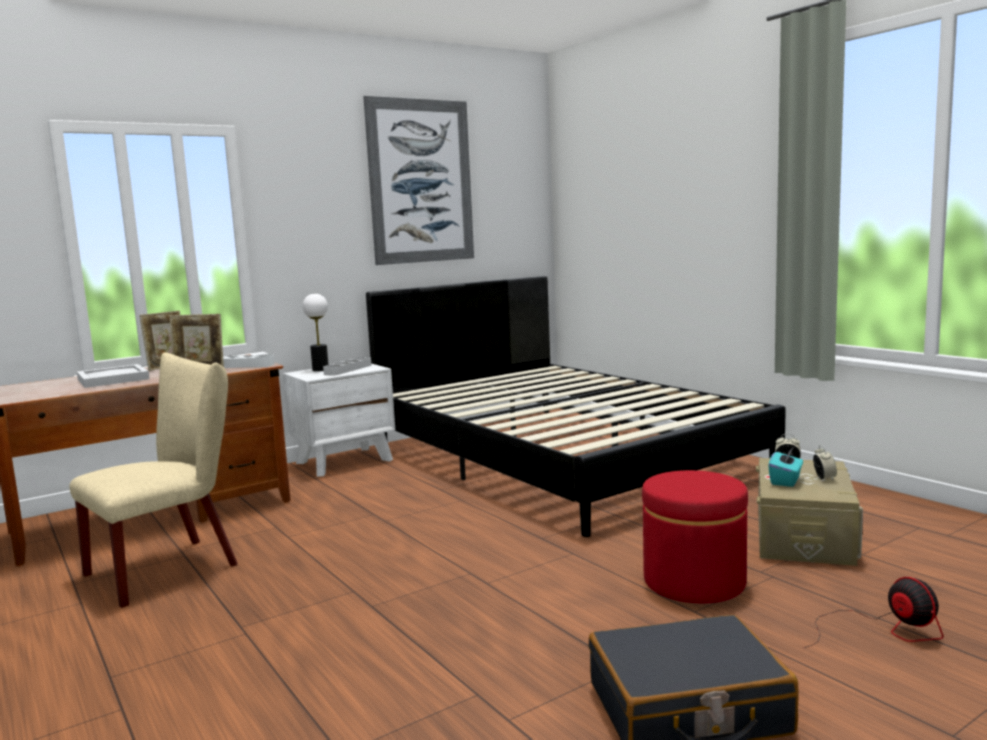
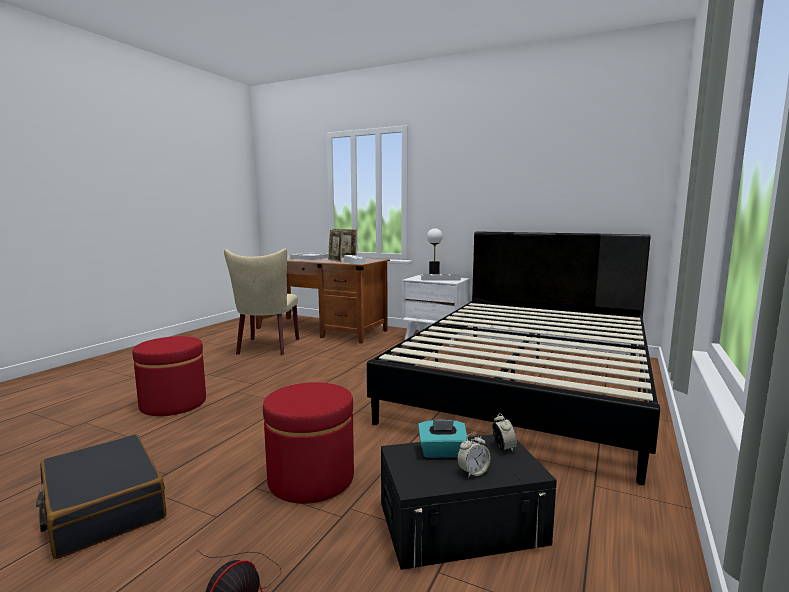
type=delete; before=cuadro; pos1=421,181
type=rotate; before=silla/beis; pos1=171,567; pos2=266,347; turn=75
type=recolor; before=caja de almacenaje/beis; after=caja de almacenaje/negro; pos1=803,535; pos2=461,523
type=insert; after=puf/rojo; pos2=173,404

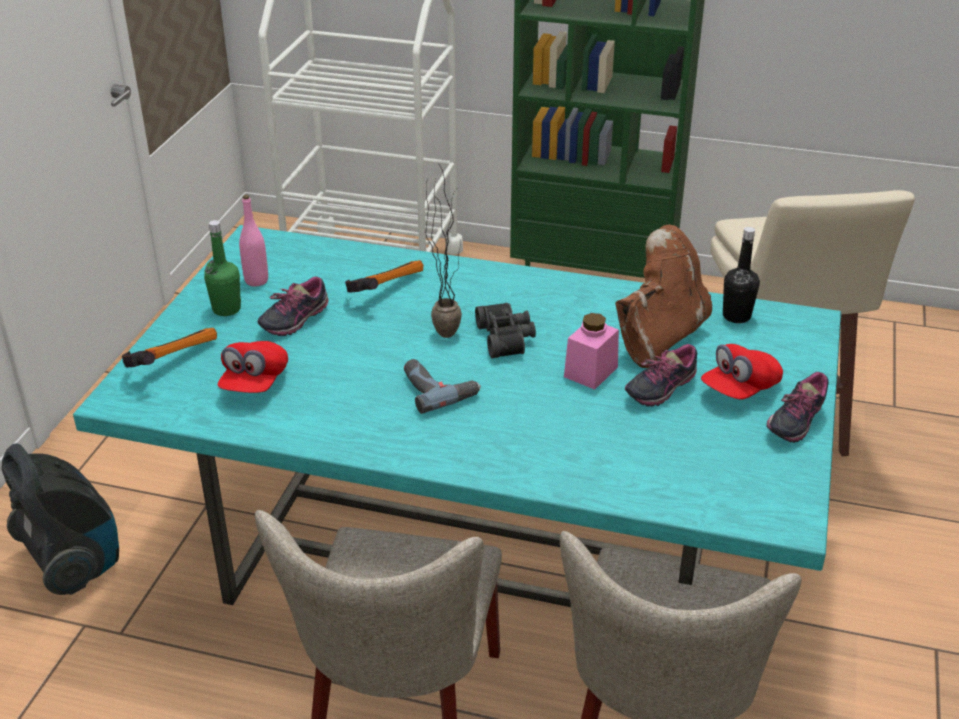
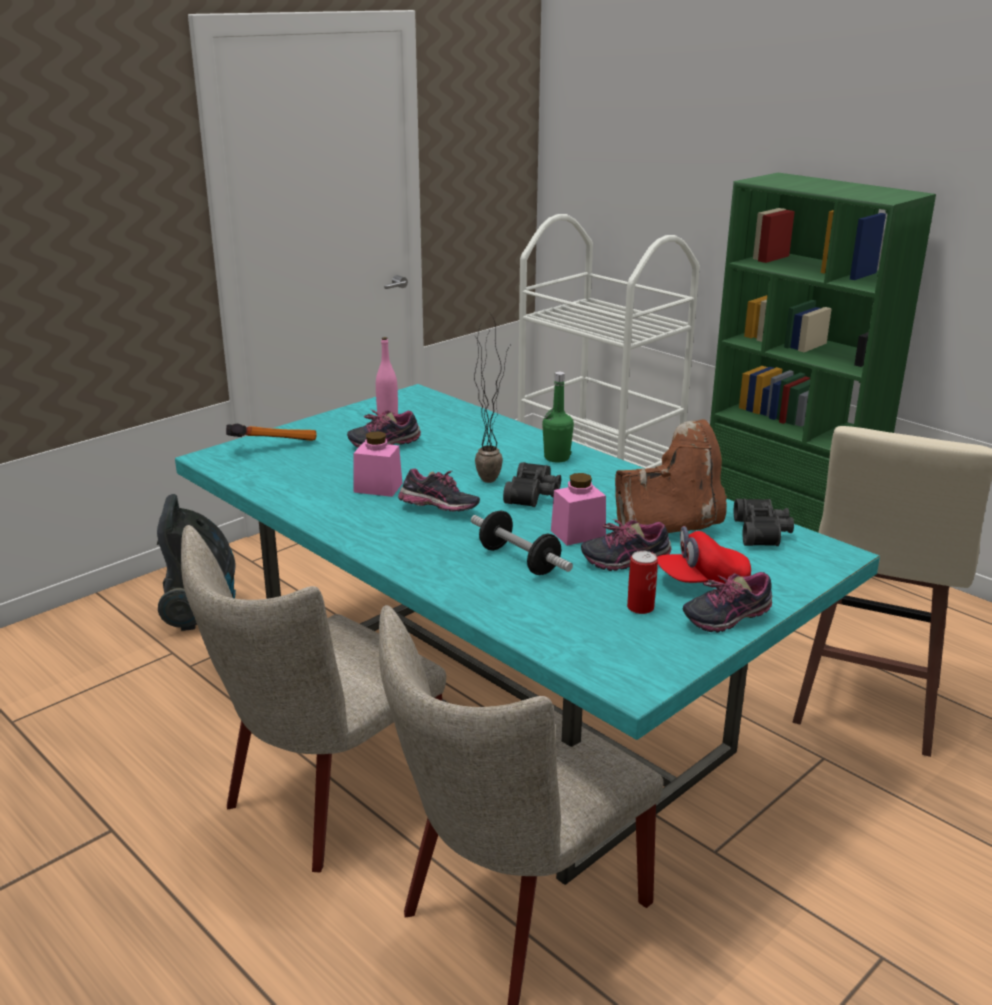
type=move; before=botella/verde; pos1=226,309; pos2=556,458
type=replace; before=botella/negro; after=prismáticos/negro; pos1=736,316; pos2=763,532
type=delete; before=martillo; pos1=383,289
type=delete; before=gorra/rojo; pos1=254,383
type=replace; before=taladro; after=zapato; pos1=438,389; pos2=439,510
type=insert; after=tarro/rosa; pos2=378,488
type=insert; after=mancuerna; pos2=519,560
type=insert; after=lata; pos2=640,607

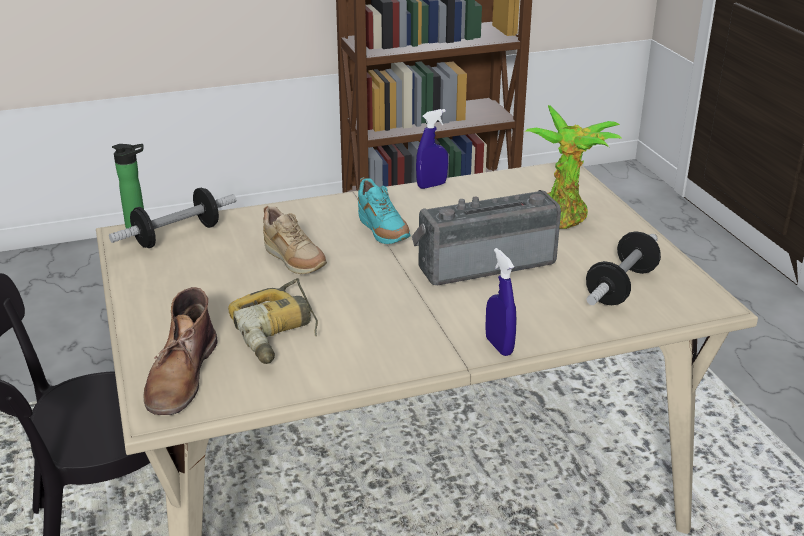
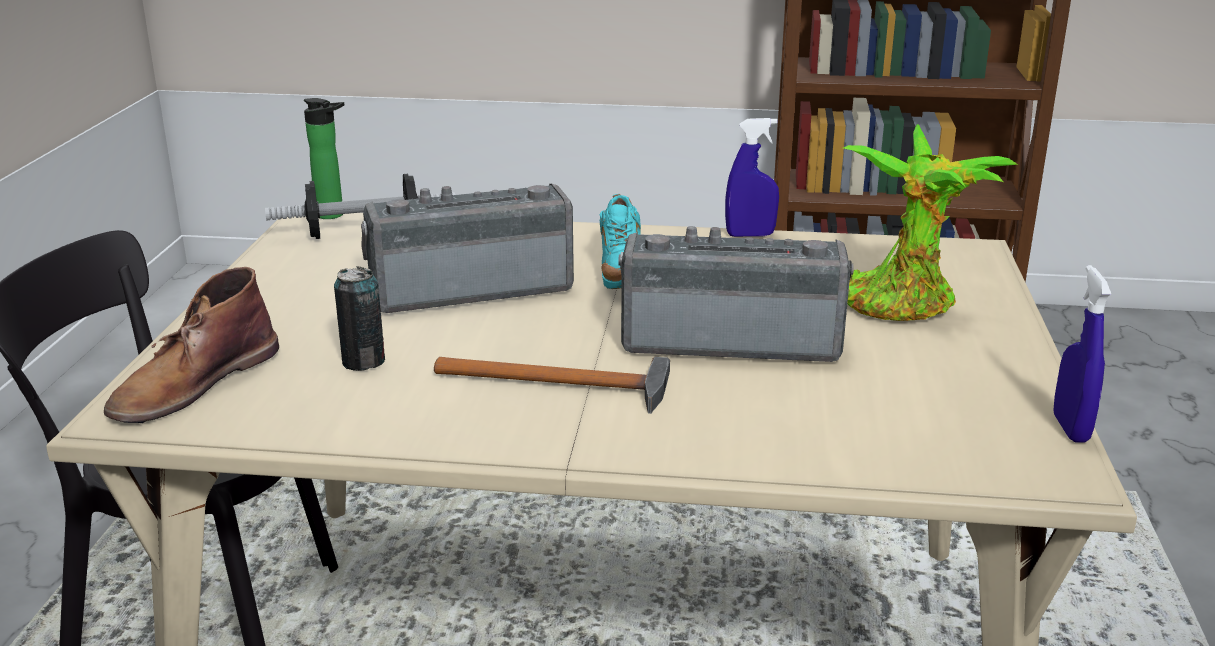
type=replace; before=zapato/beis; after=radio; pos1=294,262; pos2=471,288
type=delete; before=mancuerna; pos1=621,287
type=move; before=pulverizador/azul; pos1=499,346; pos2=1070,428
type=replace; before=taladro; after=lata; pos1=279,332; pos2=363,362
type=insert; after=martillo; pos2=562,384

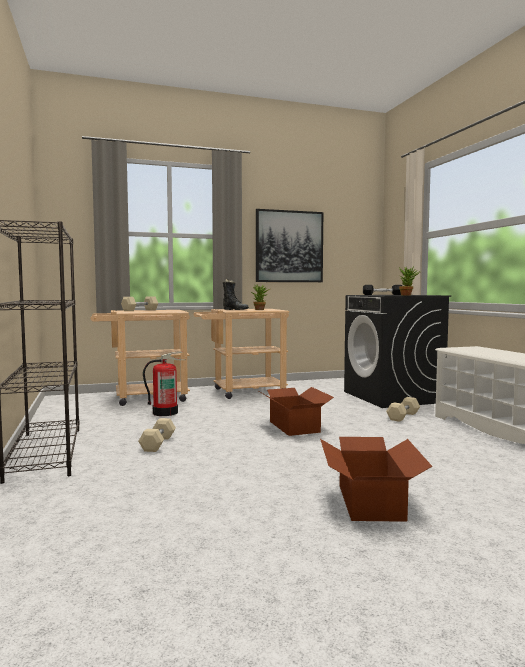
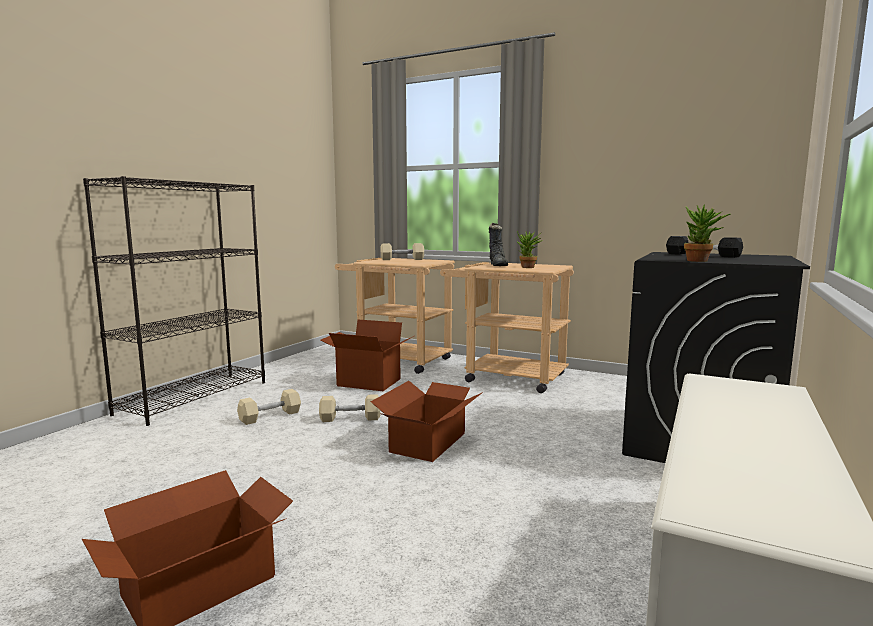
type=delete; before=cuadro; pos1=289,246
type=replace; before=extintor; after=caja de cartón; pos1=165,412; pos2=368,383
type=move; before=mancuerna/beis; pos1=403,416; pos2=350,418

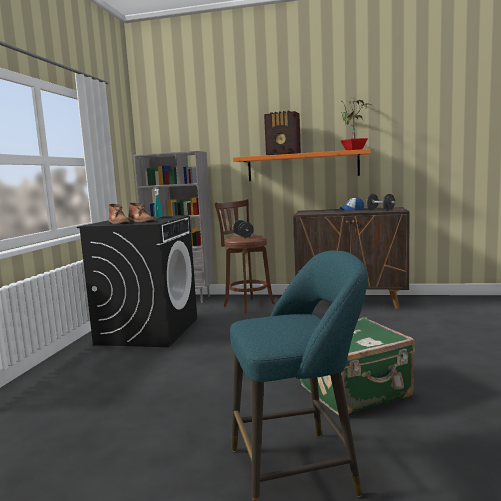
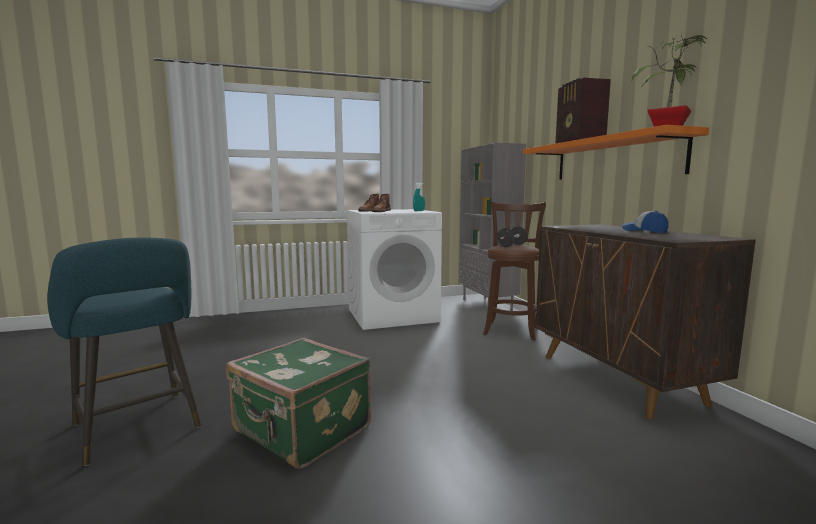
type=delete; before=mancuerna/negro; pos1=380,210
type=recolor; before=lavadora/negro; after=lavadora/blanco; pos1=148,331; pos2=393,315

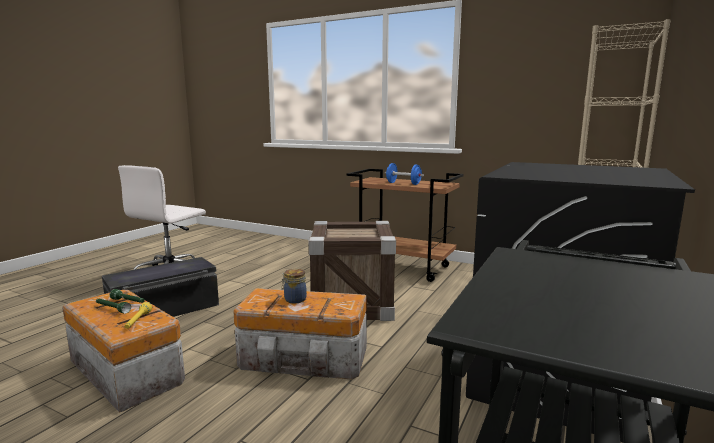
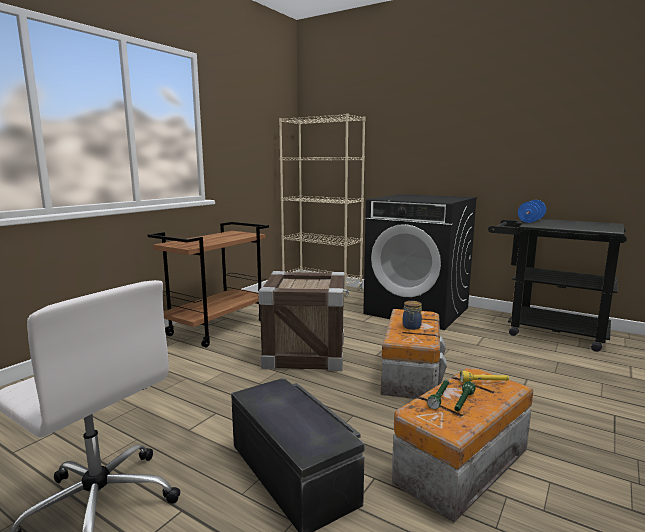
type=move; before=mancuerna/azul; pos1=403,183; pos2=531,221

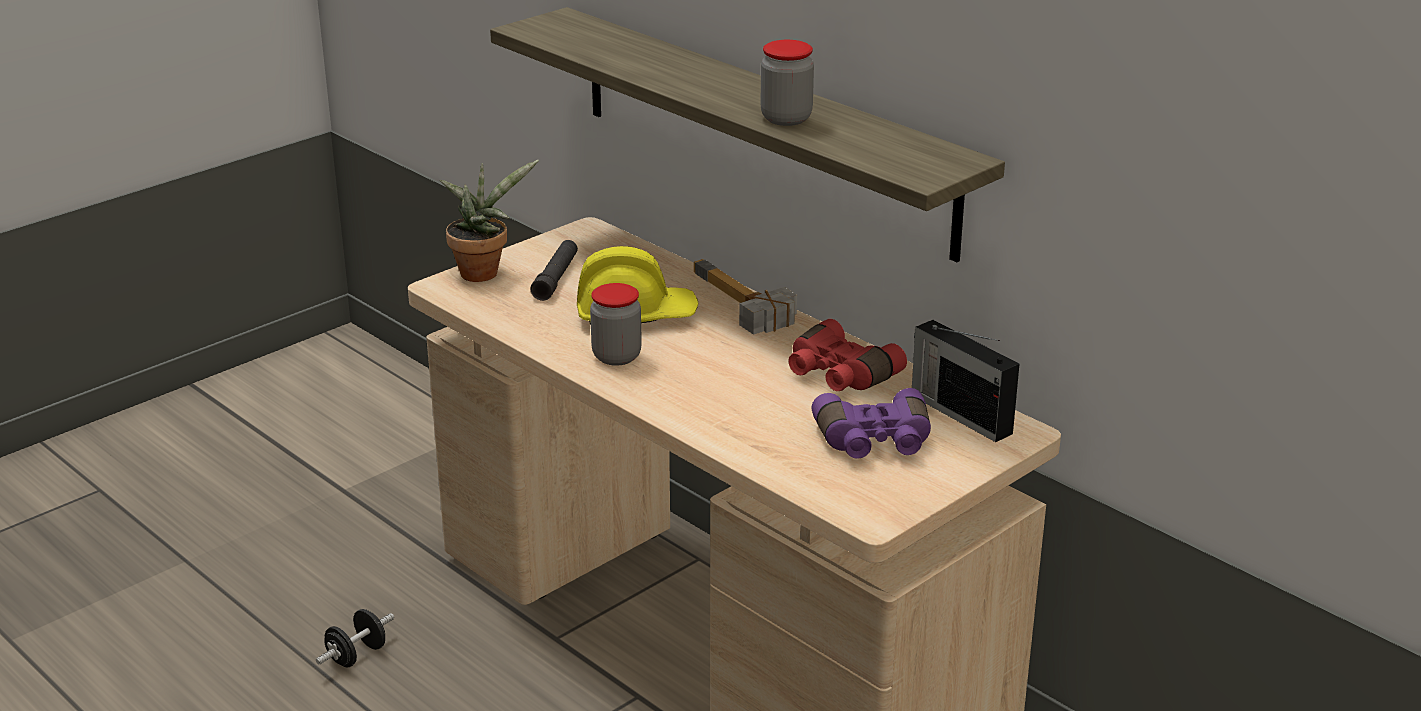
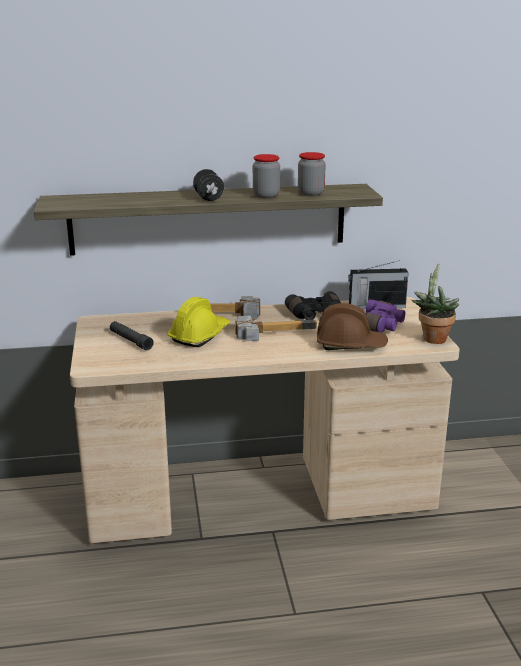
type=move; before=planta en maceta; pos1=483,271; pos2=432,338
type=move; before=tarro; pos1=616,356; pos2=311,193
type=recolor; before=prismáticos/rojo; after=prismáticos/negro; pos1=838,375; pos2=315,315
type=move; before=mancuerna/negro; pos1=357,655; pos2=208,198
type=insert; after=casco/marrón; pos2=350,345
type=insert; after=martillo; pos2=272,331

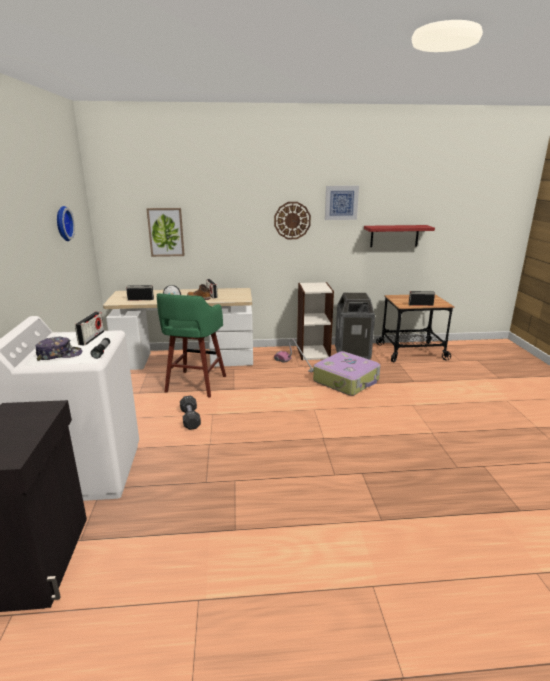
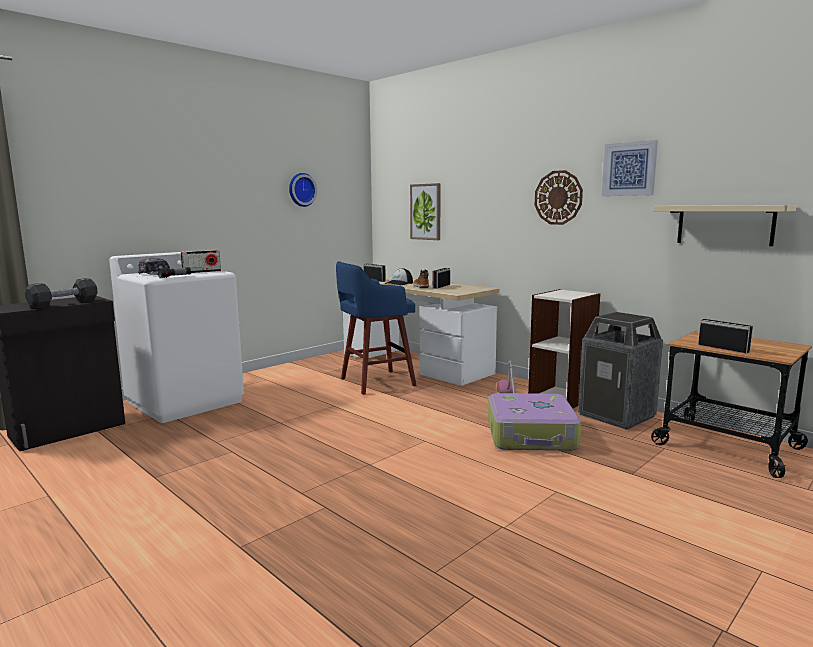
type=recolor; before=estante/rojo; after=estante/beis; pos1=394,236; pos2=725,224
type=recolor; before=taburete/verde; after=taburete/azul; pos1=195,385; pos2=375,382
type=move; before=mancuerna/negro; pos1=190,419; pos2=64,304

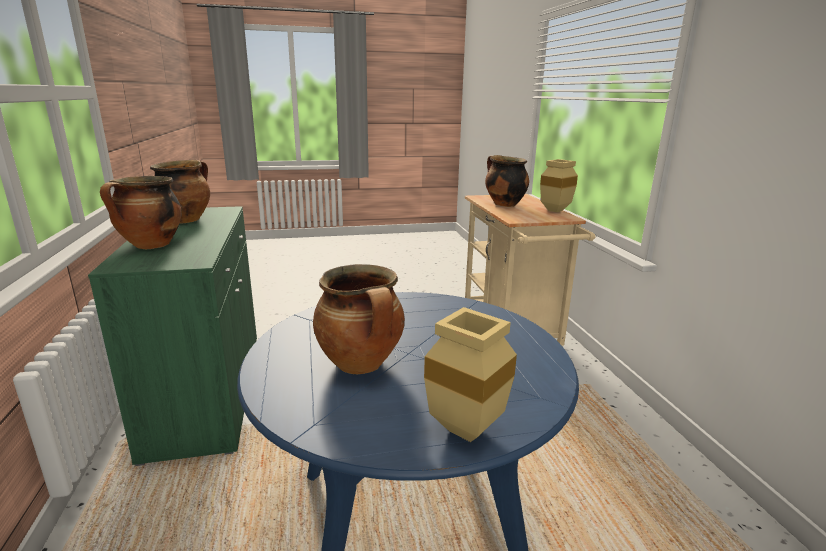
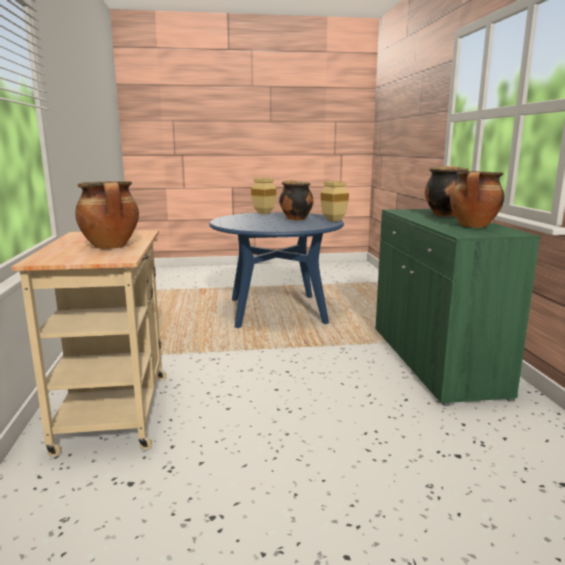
type=move; before=florero/beis; pos1=555,210; pos2=333,220

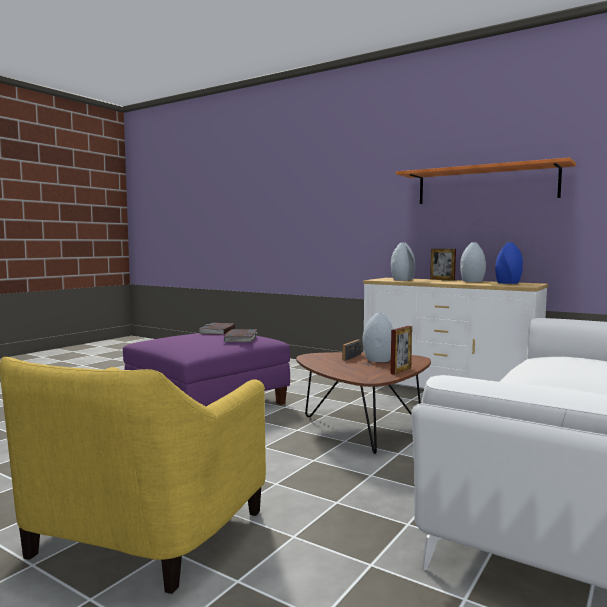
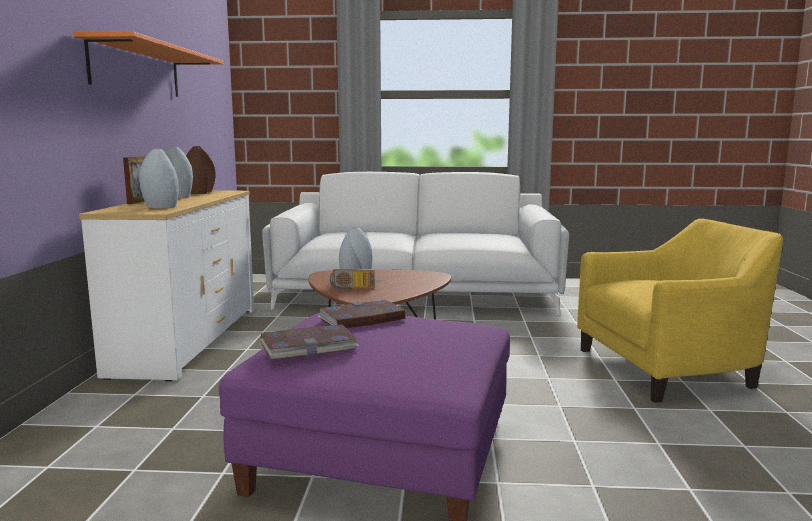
type=recolor; before=florero/azul; after=florero/marrón; pos1=508,283; pos2=200,193
type=delete; before=portarretratos; pos1=401,370

